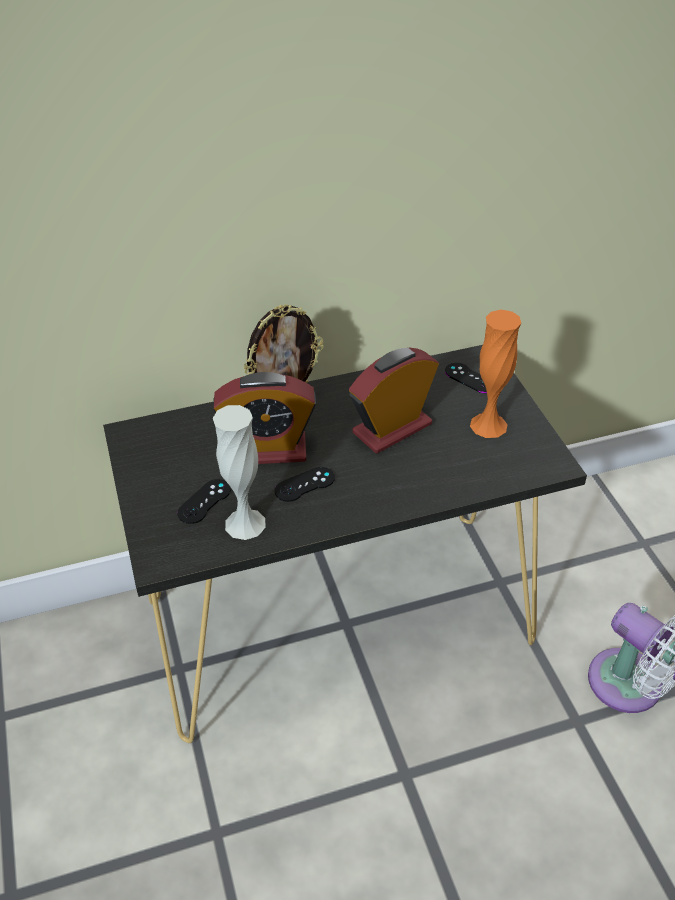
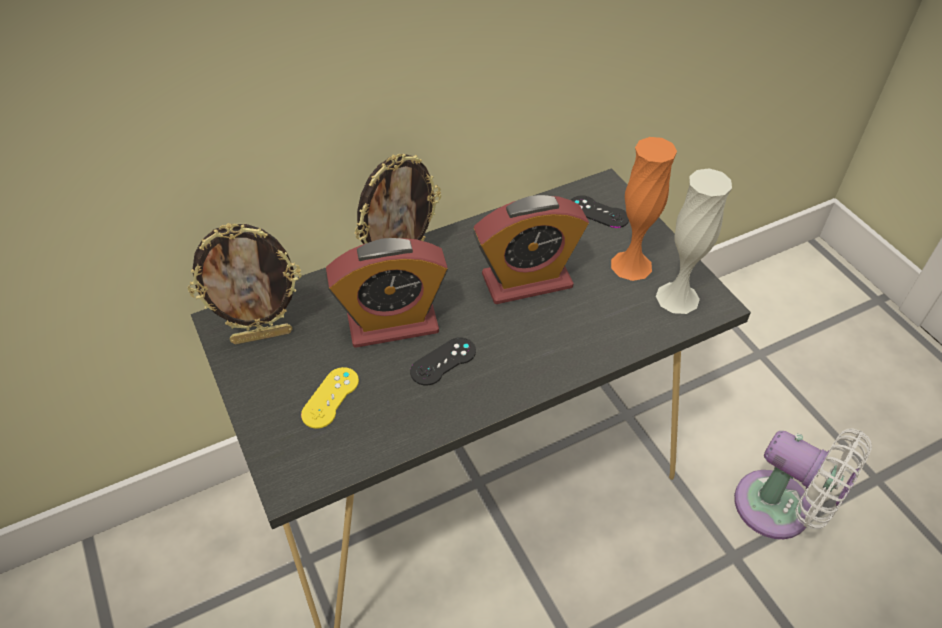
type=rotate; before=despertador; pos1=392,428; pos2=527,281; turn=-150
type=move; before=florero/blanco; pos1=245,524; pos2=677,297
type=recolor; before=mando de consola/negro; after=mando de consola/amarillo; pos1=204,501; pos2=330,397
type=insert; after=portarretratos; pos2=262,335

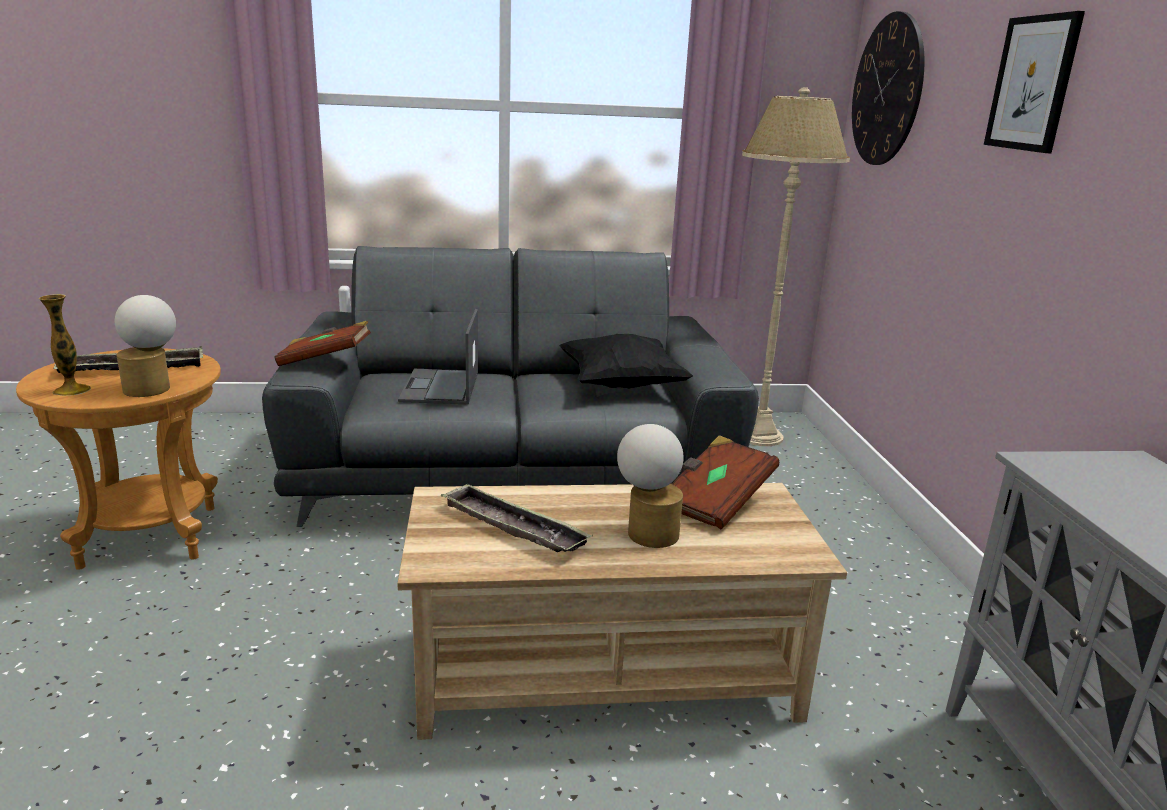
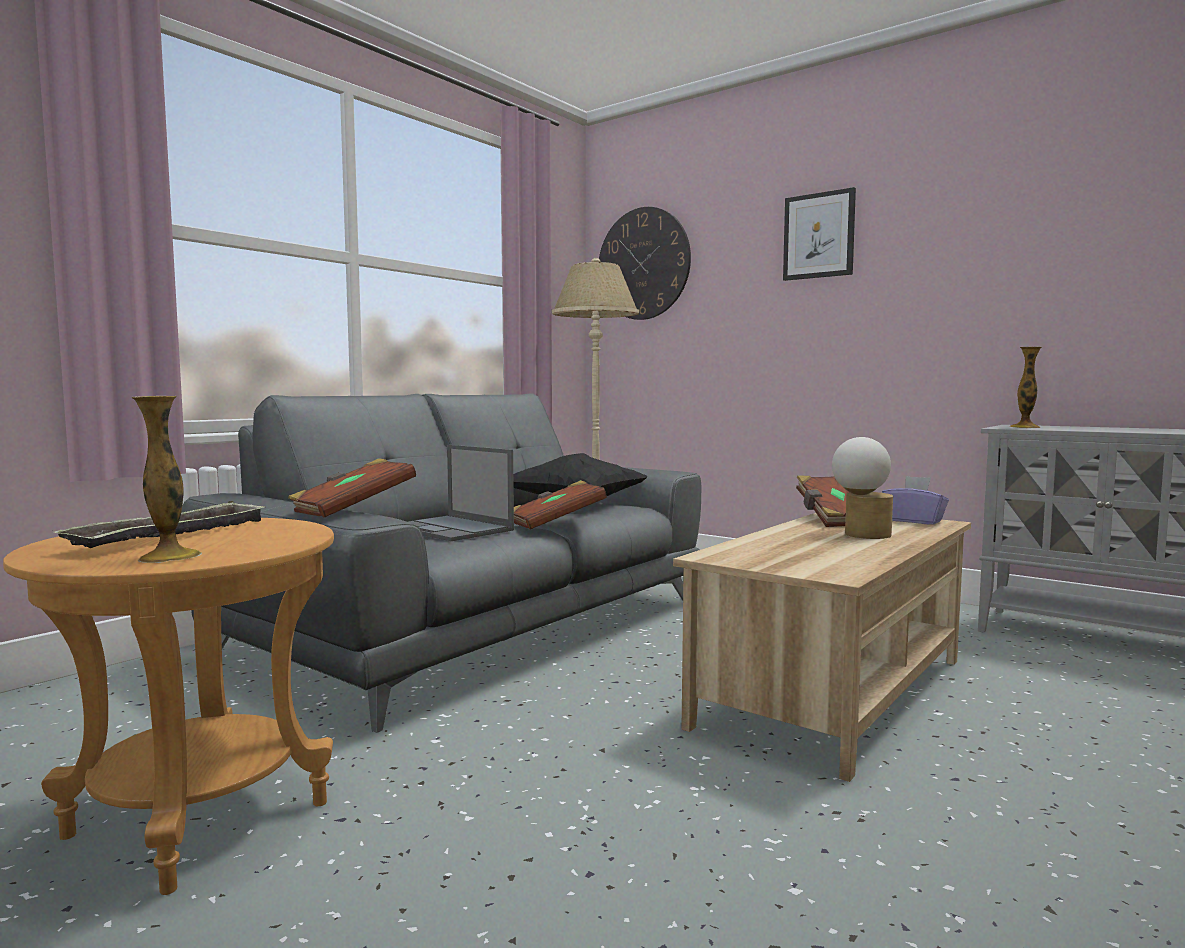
type=delete; before=lámpara de mesa; pos1=153,388
type=delete; before=bandeja; pos1=513,527
type=insert; after=florero; pos2=1024,427
type=insert; after=caja de pañuelos/morado; pos2=914,521
type=insert; after=libro/marrón; pos2=556,523

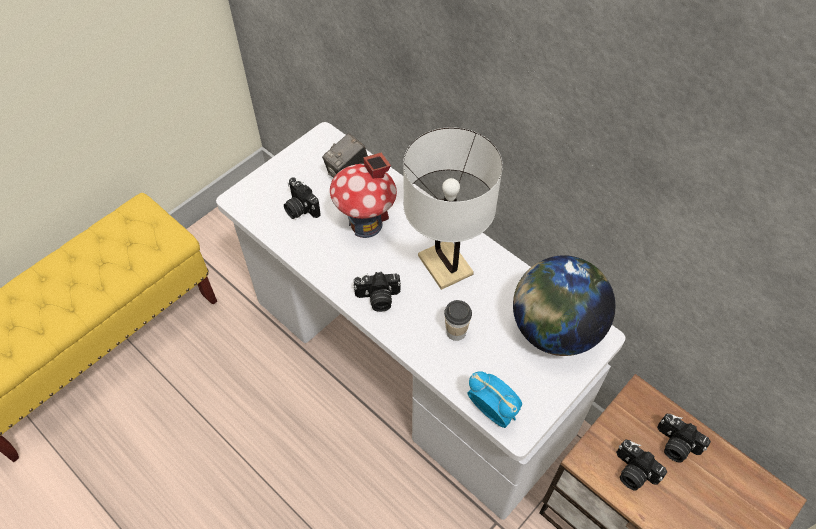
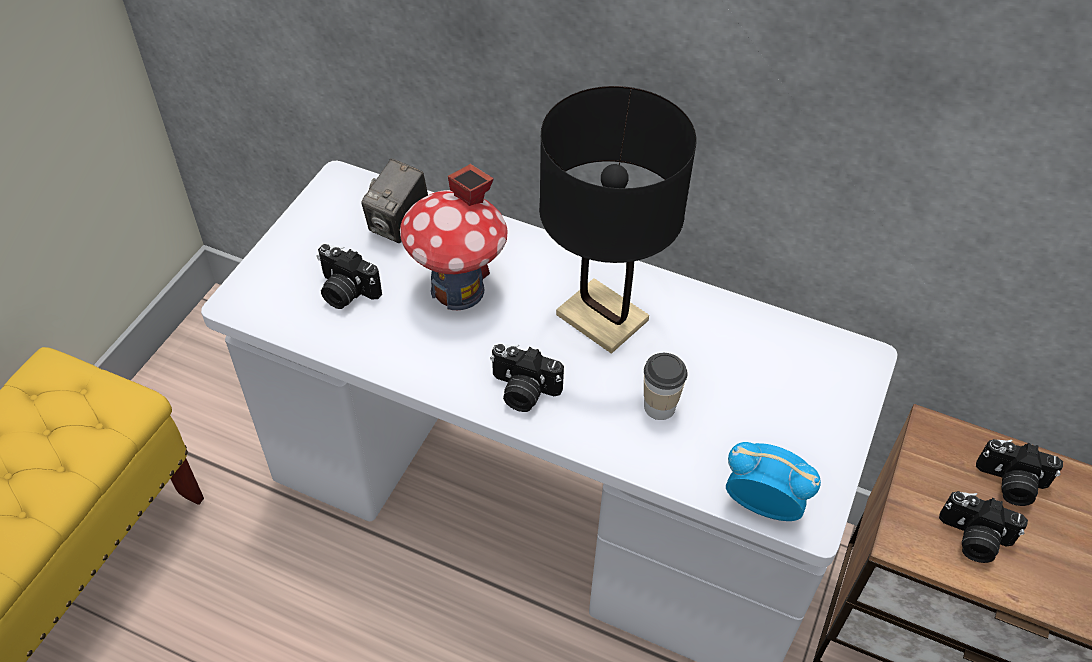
type=recolor; before=lámpara de mesa/blanco; after=lámpara de mesa/negro; pos1=445,265; pos2=602,317
type=delete; before=globo terráqueo; pos1=554,330
type=rotate; before=cámara; pos1=378,299; pos2=523,391; turn=45

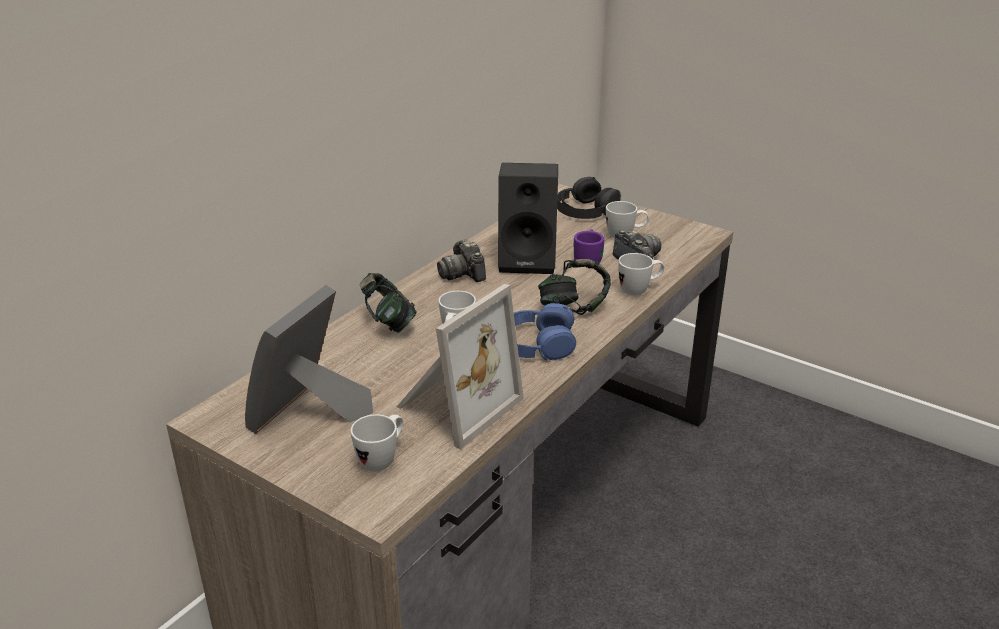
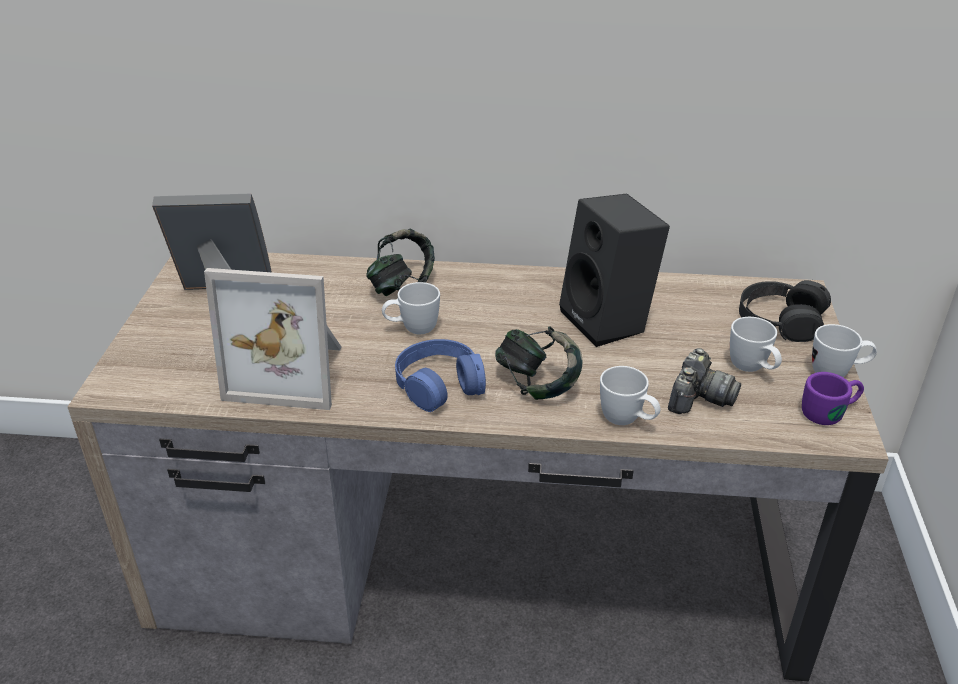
type=move; before=taza grande/morado; pos1=588,257; pos2=830,411
type=delete; before=cámara; pos1=462,274
type=move; before=taza grande/blanco; pos1=382,459; pos2=837,373

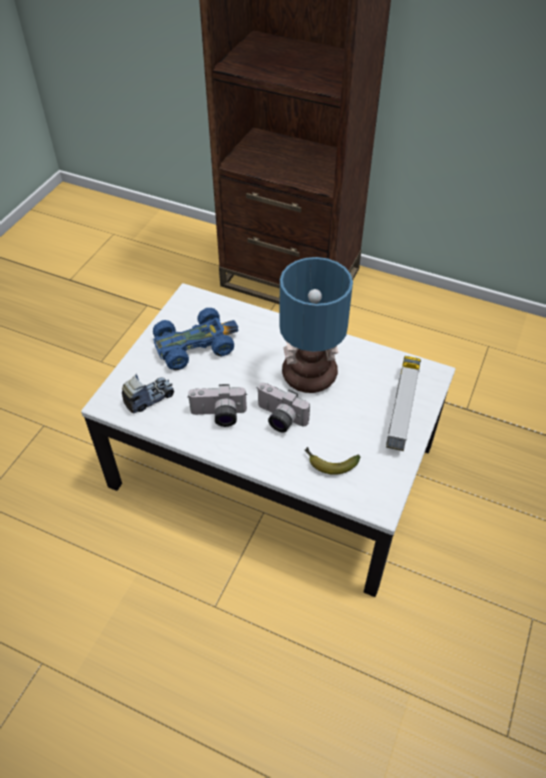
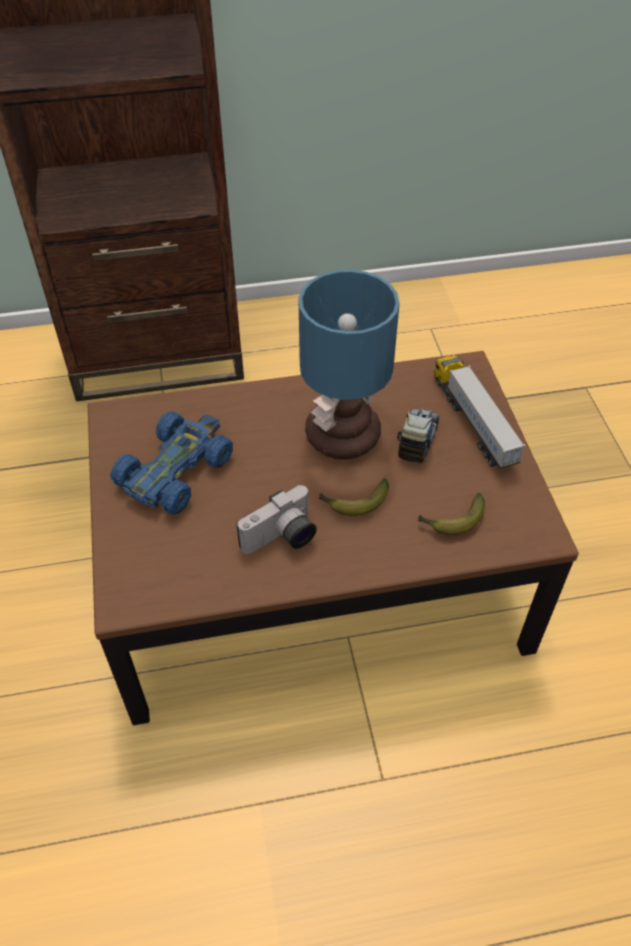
type=recolor; before=mesa de centro/blanco; after=mesa de centro/marrón; pos1=273,466; pos2=316,577
type=move; before=camión de juguete; pos1=149,398; pos2=417,440
type=replace; before=cámara; after=plátano; pos1=278,419; pos2=354,503

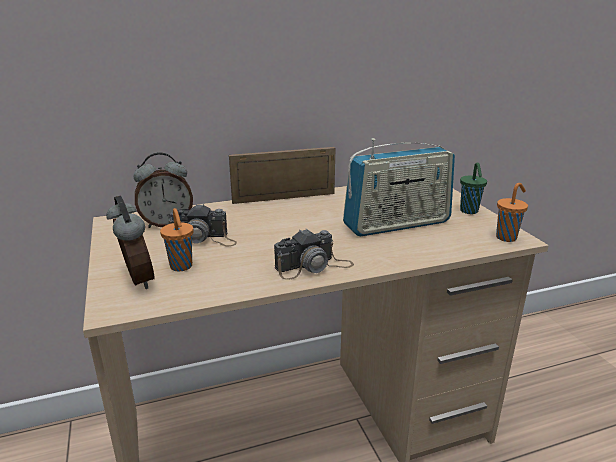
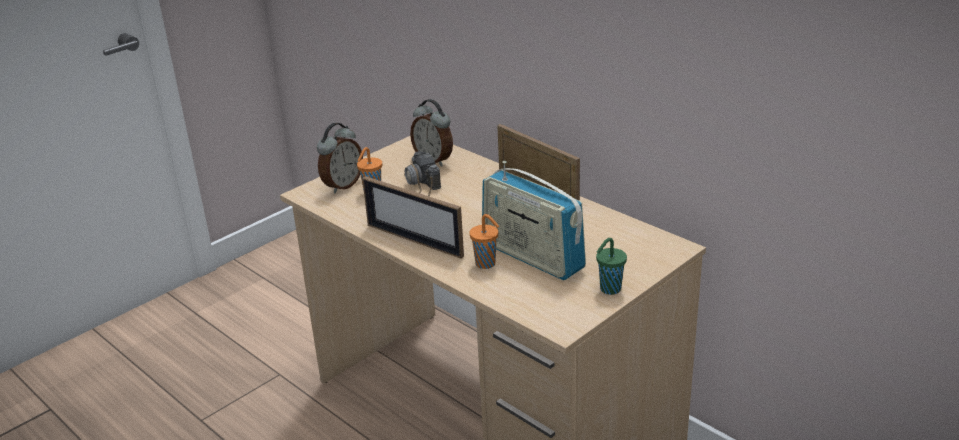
type=move; before=taza/naranja; pos1=507,237; pos2=486,264
type=replace; before=cámara; after=portarretratos; pos1=314,266; pos2=414,240

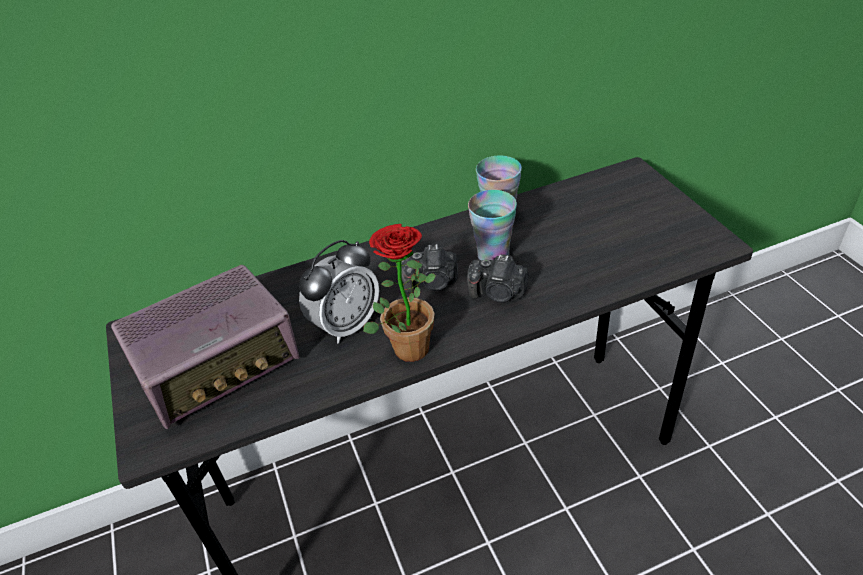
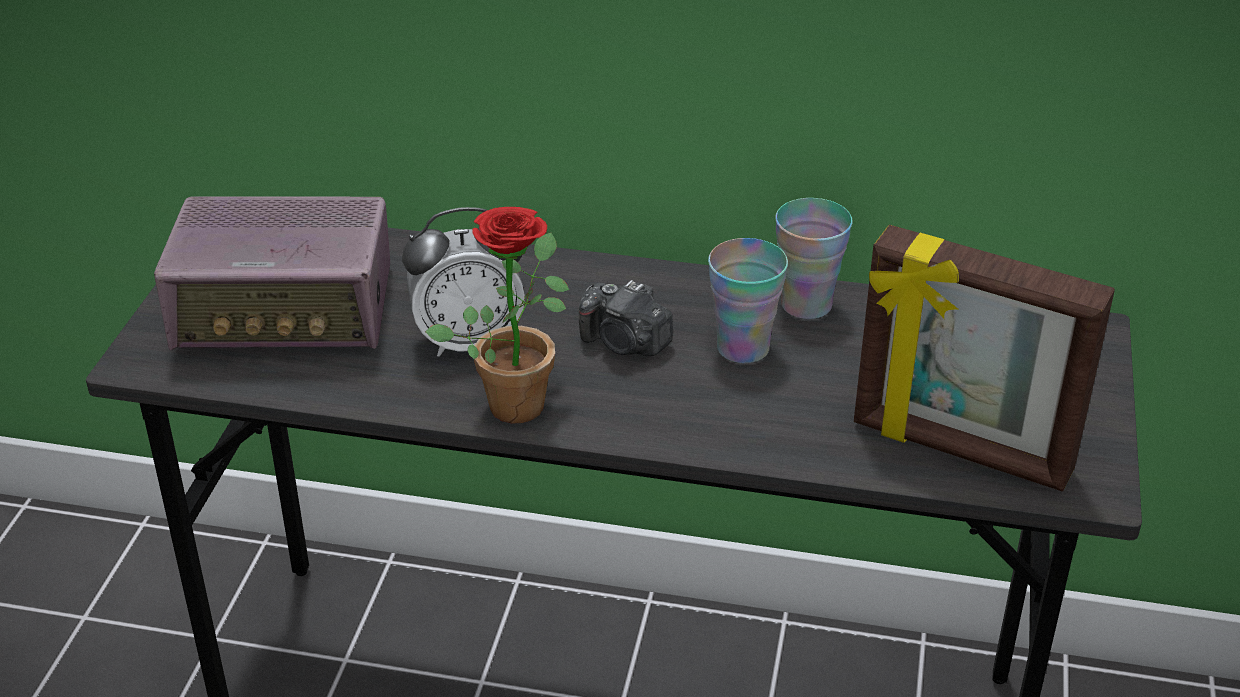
type=delete; before=cámara; pos1=498,293
type=insert; after=portarretratos; pos2=960,450

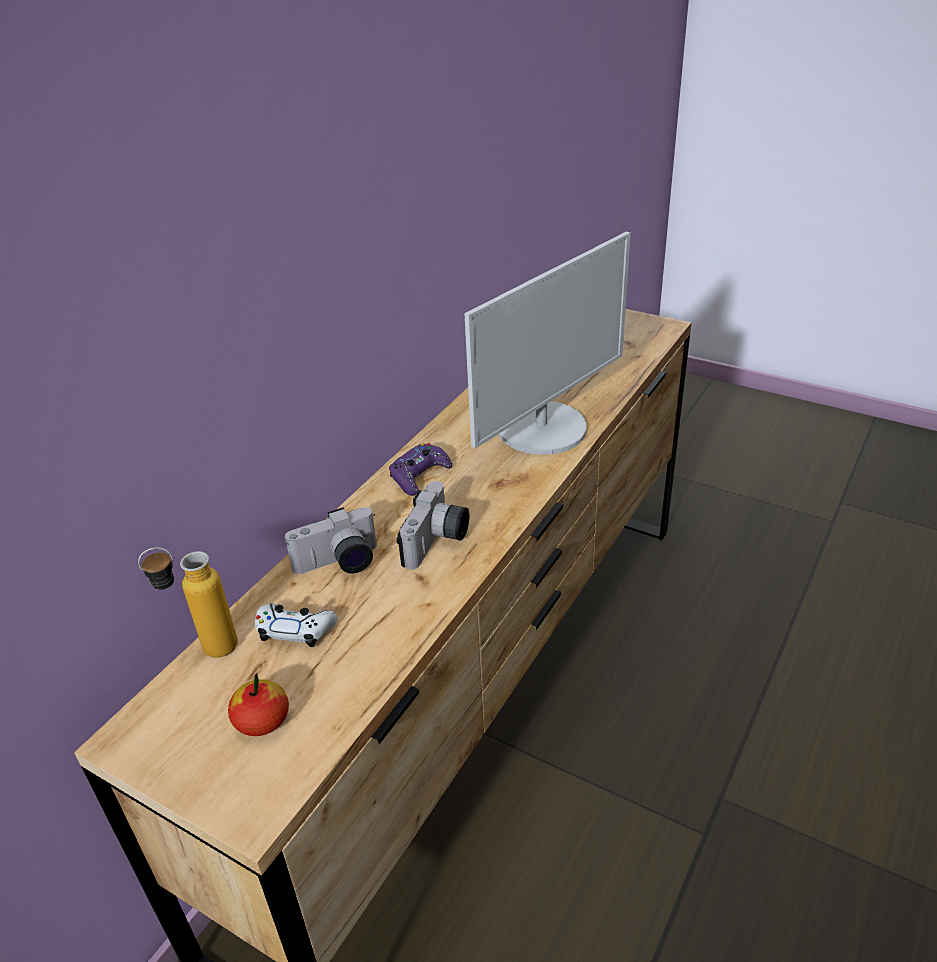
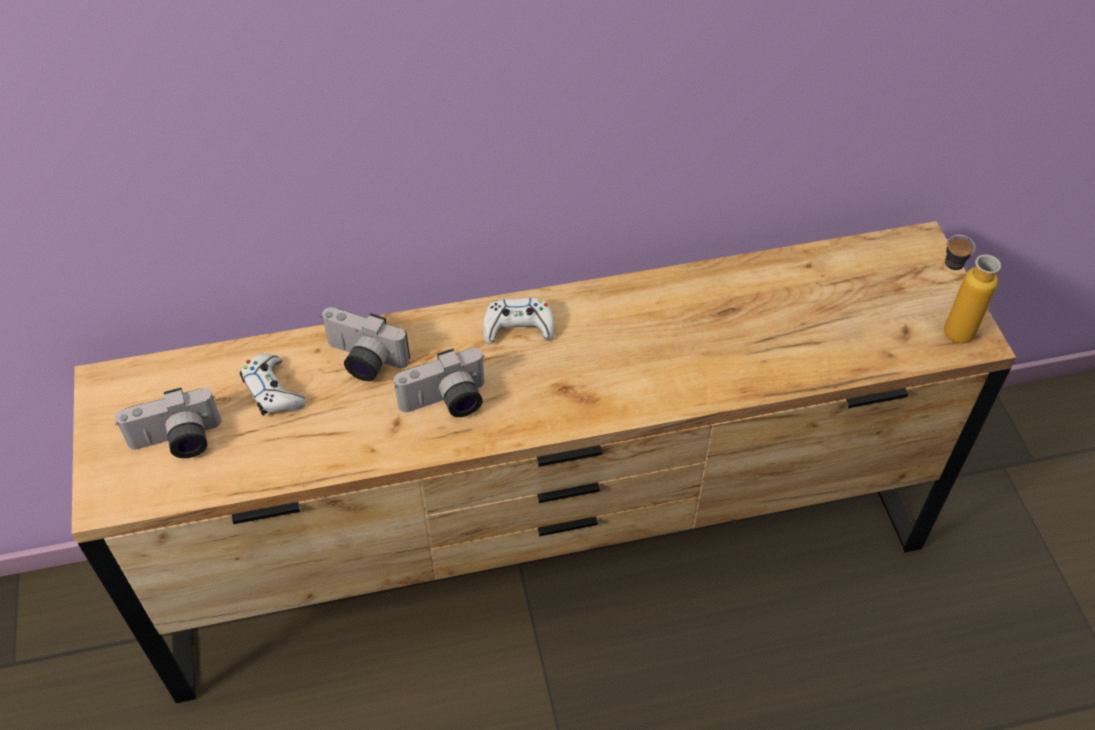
type=delete; before=monitor; pos1=542,428
type=recolor; before=mando de consola/morado; after=mando de consola/blanco; pos1=419,475; pos2=518,327
type=move; before=botella; pos1=205,650; pos2=945,328
type=replace; before=manzana; after=cámara; pos1=262,721; pos2=177,442

